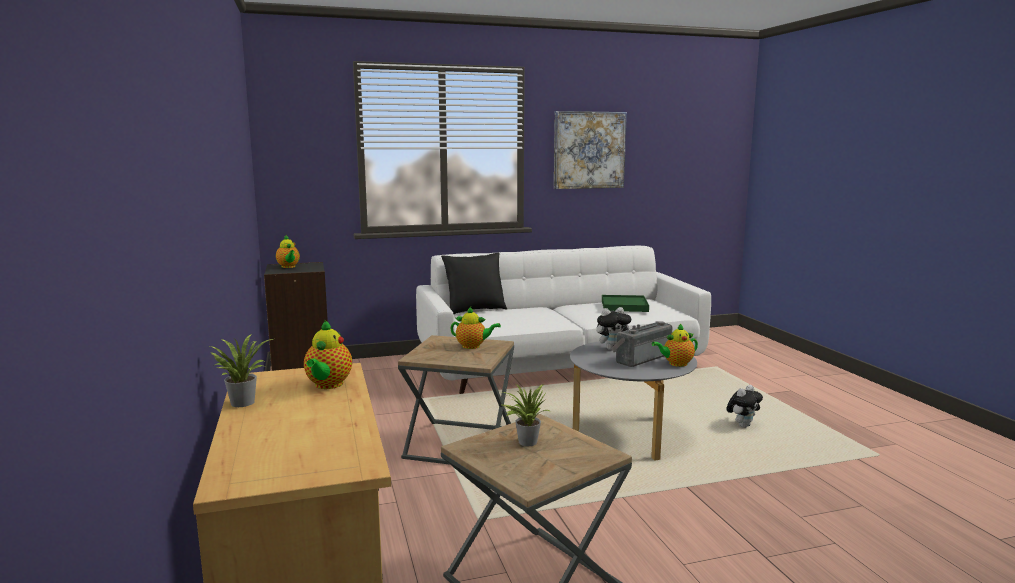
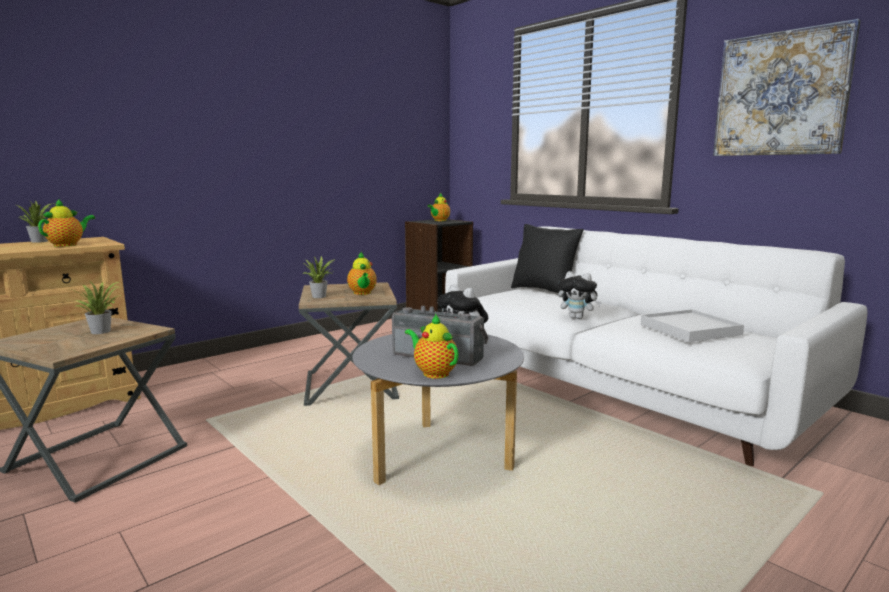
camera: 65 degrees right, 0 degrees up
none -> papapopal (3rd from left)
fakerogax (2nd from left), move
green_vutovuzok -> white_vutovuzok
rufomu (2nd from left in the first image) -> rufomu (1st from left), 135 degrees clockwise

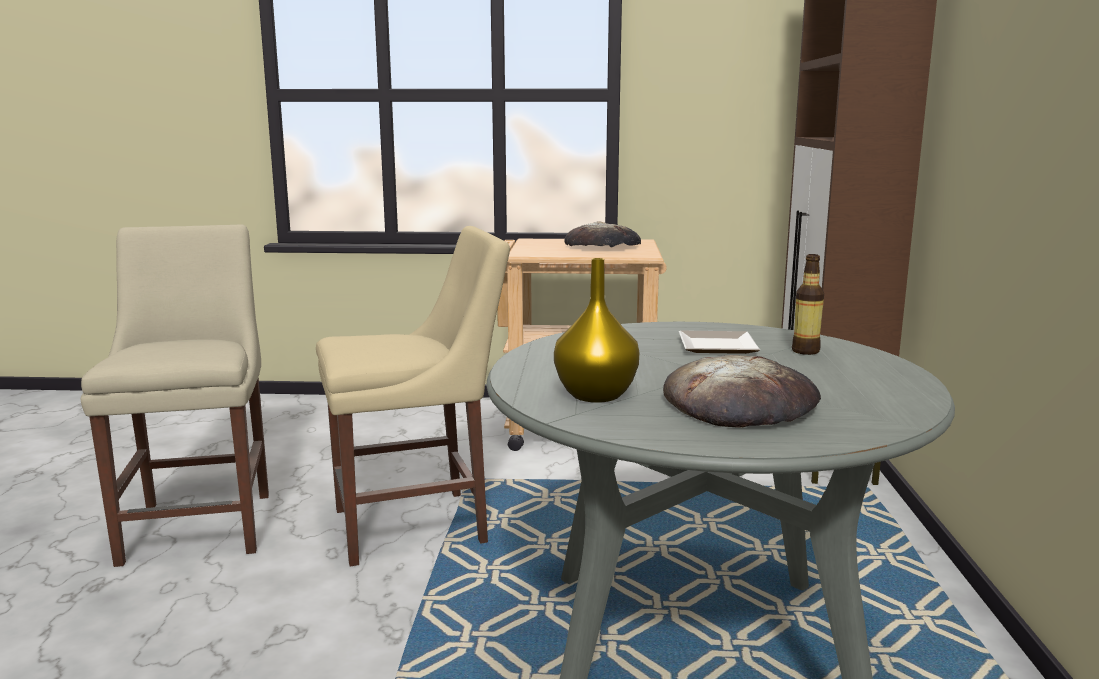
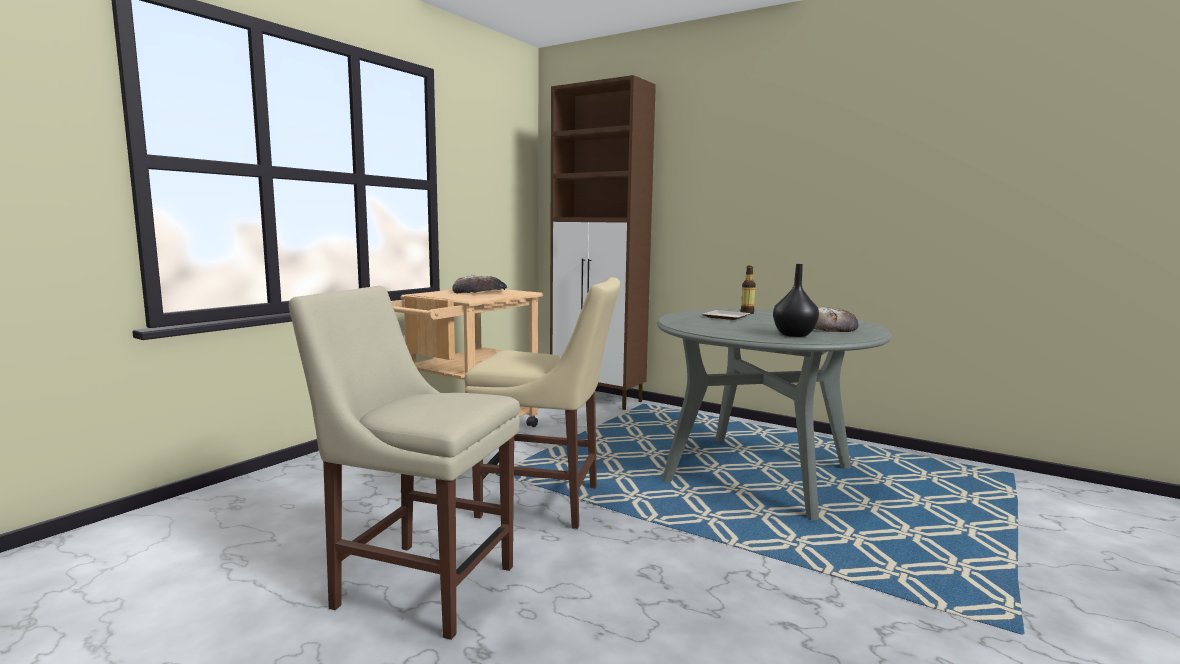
camera: 60 degrees left, 5 degrees down
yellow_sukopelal -> black_sukopelal
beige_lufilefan (2nd from left), 90 degrees clockwise

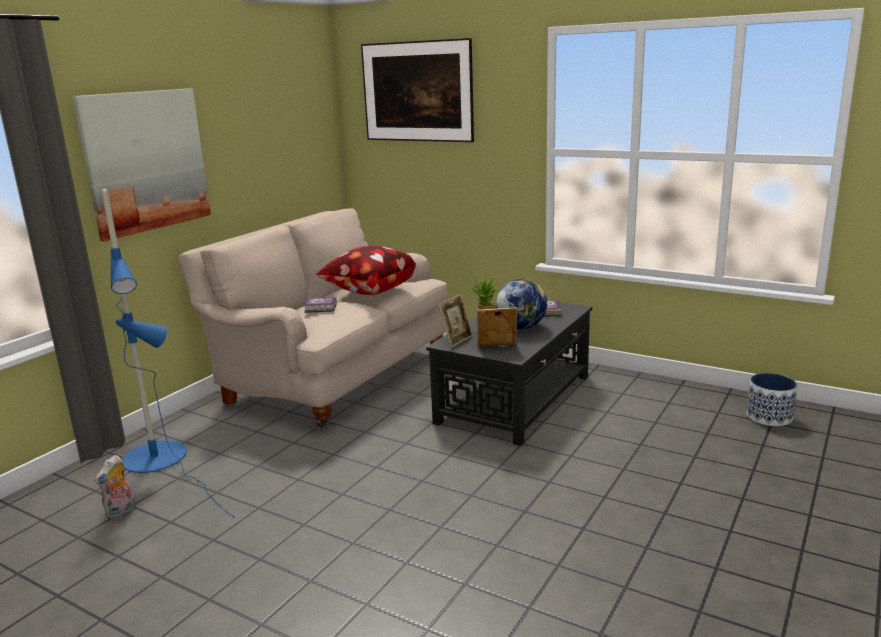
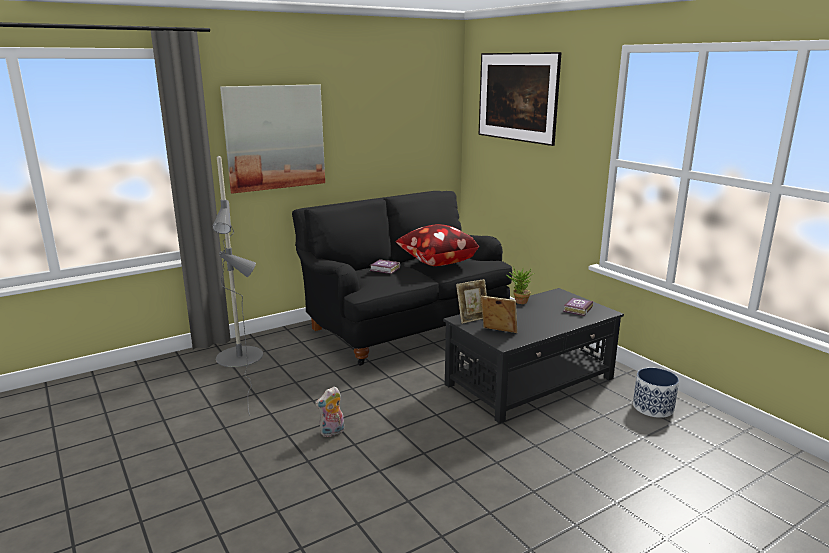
camera: 25 degrees right, 0 degrees up
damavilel -> none
fakerogax, move
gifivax, move
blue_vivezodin -> grey_vivezodin
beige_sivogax -> black_sivogax

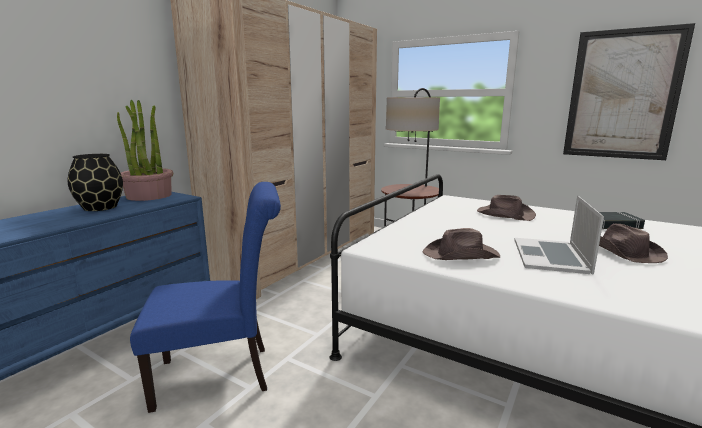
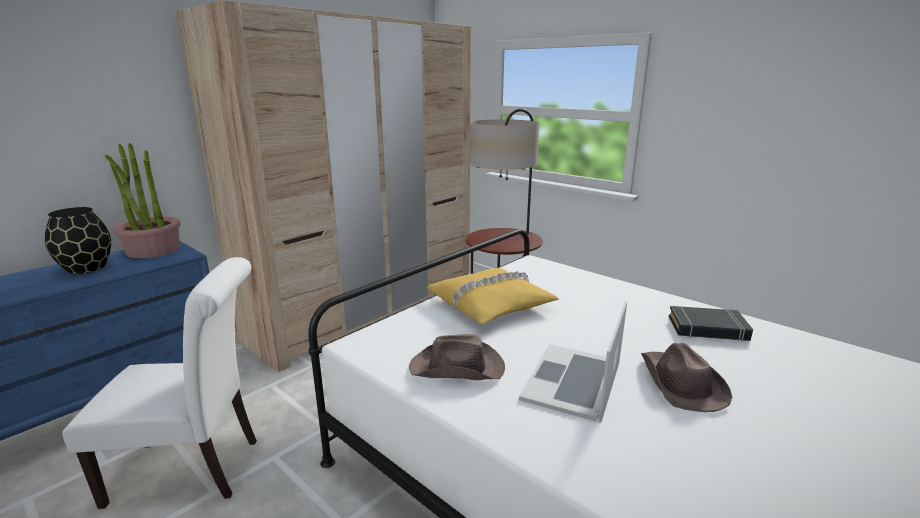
camera: 10 degrees right, 5 degrees up
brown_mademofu (2nd from left) -> none
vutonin -> none
none -> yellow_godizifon
blue_lufilefan -> white_lufilefan

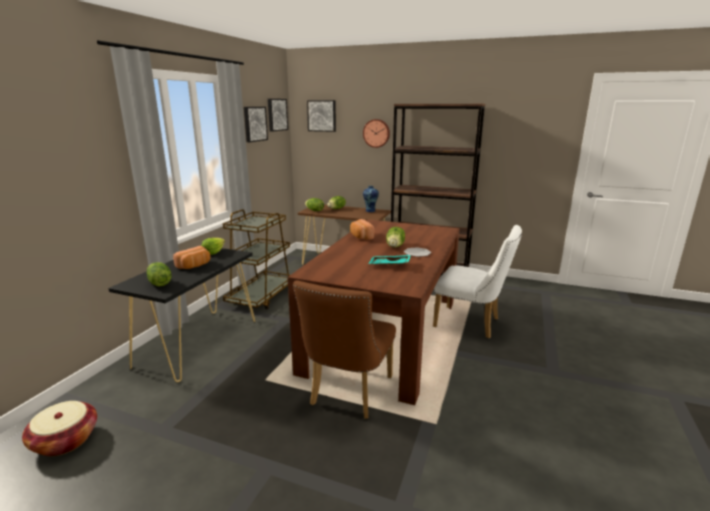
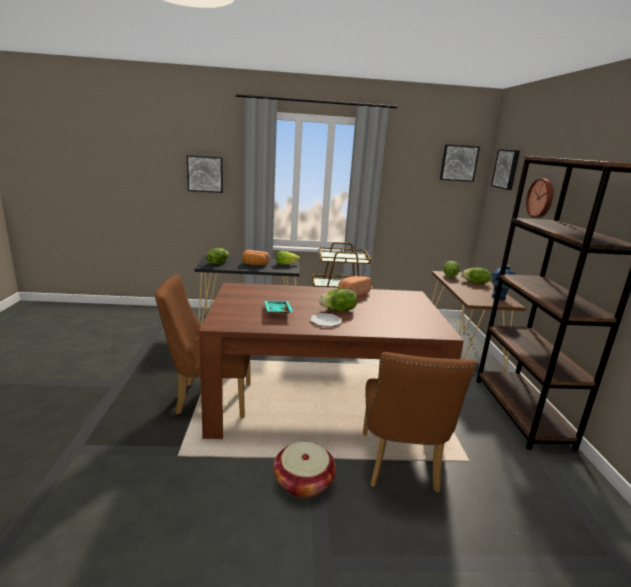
camera: 65 degrees right, 0 degrees up
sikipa, move
vutonin (1st from left), move
white_lufilefan -> brown_lufilefan (2nd from left)

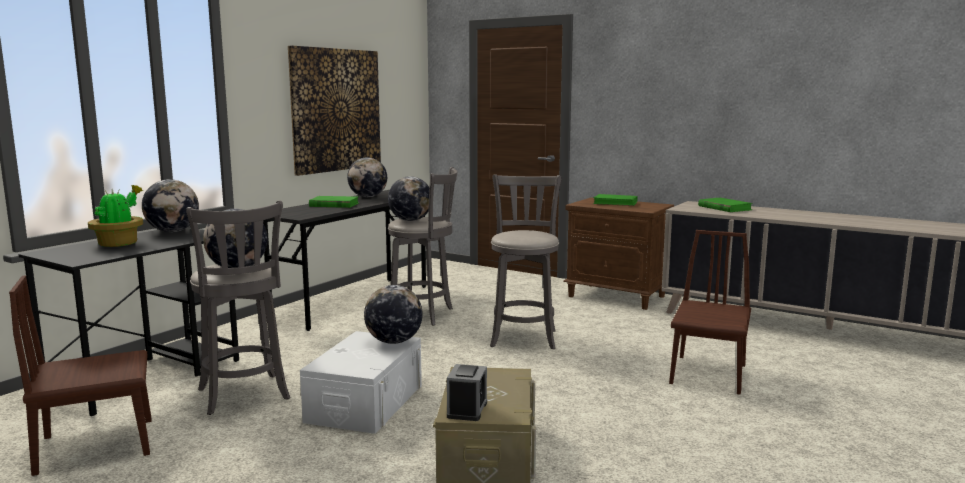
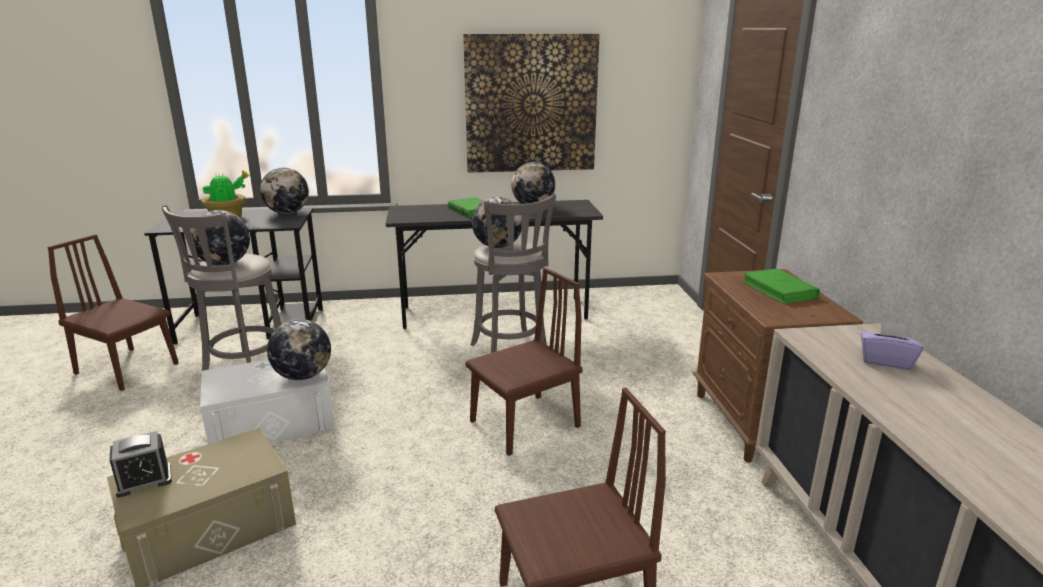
camera: 50 degrees right, 10 degrees up
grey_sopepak (3rd from left) -> brown_lufilefan (2nd from left)
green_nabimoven (3rd from left) -> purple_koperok

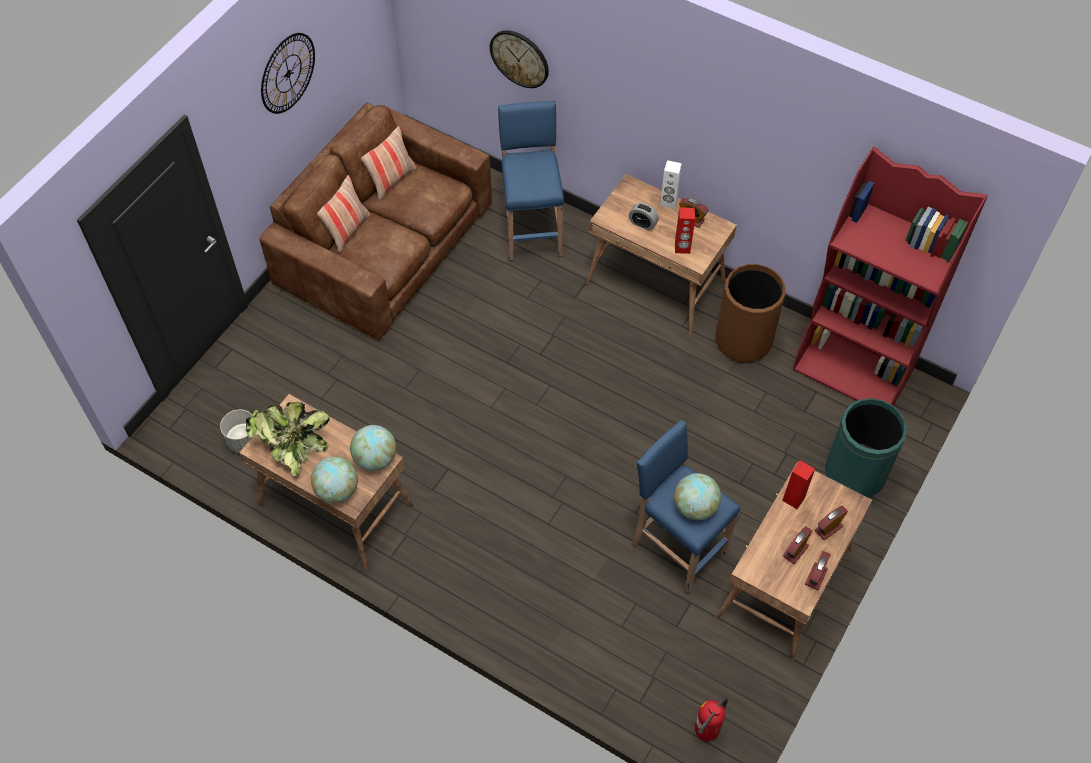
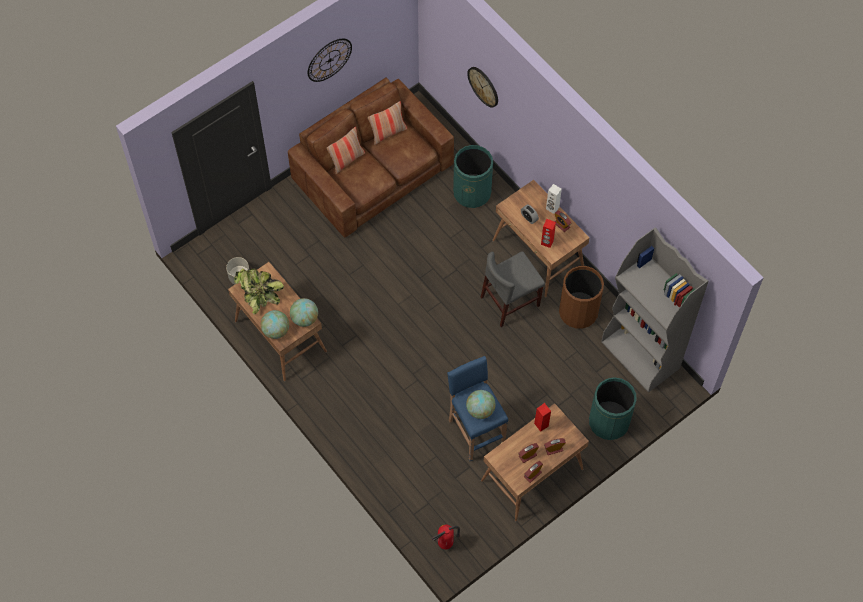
camera: 20 degrees right, 5 degrees up
none -> grey_lufilefan
blue_sopepak (1st from left) -> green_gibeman (1st from left)
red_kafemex -> grey_kafemex

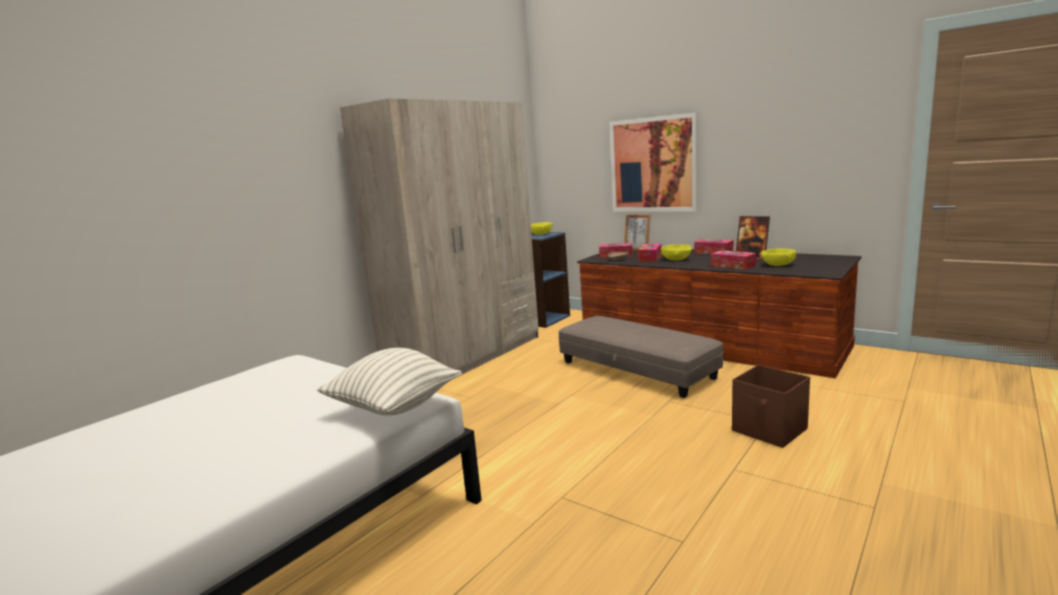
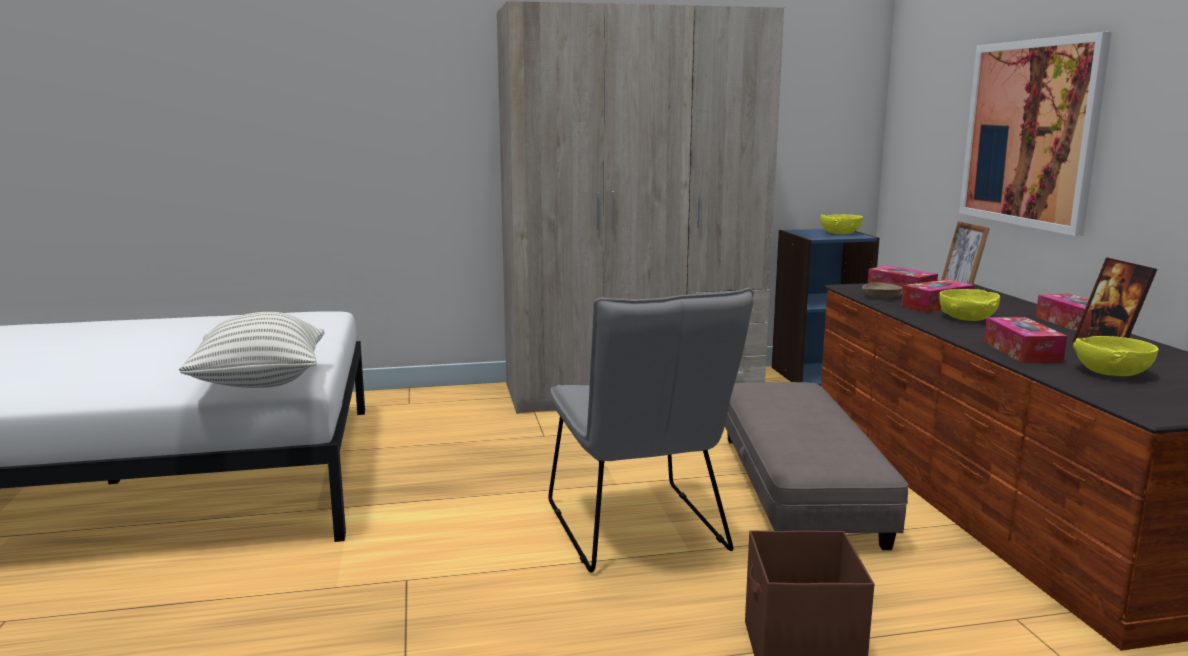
camera: 40 degrees right, 0 degrees up
none -> grey_lufilefan

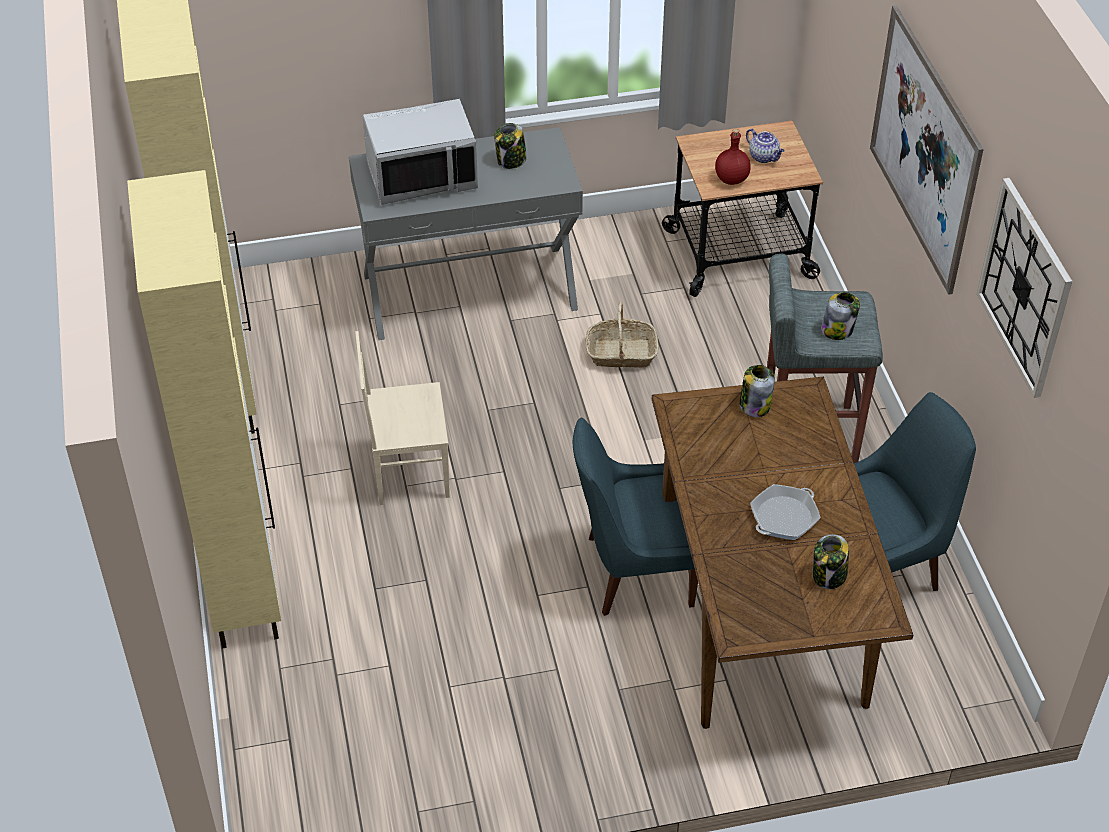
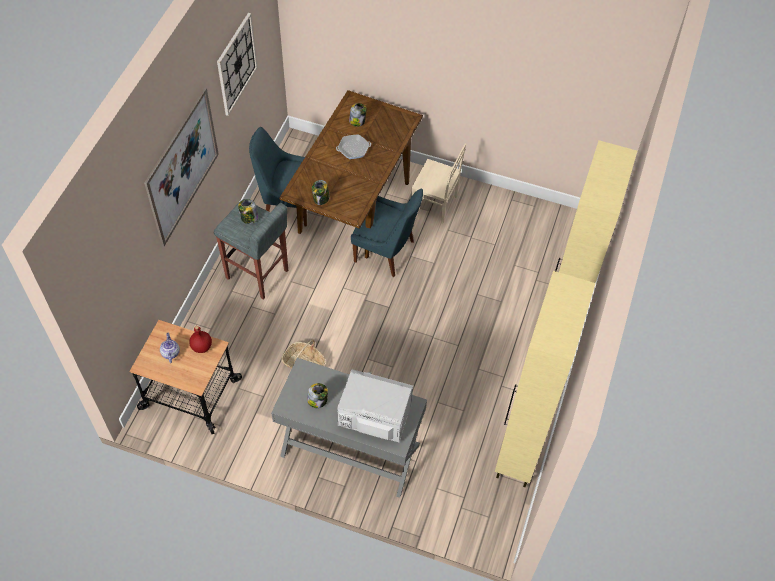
camera: 150 degrees left, 10 degrees up
beige_lufilefan, move

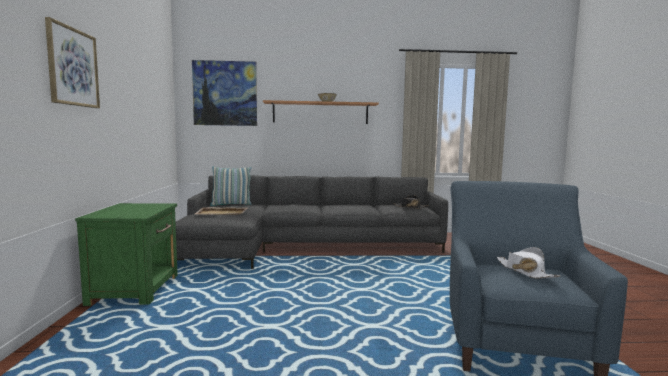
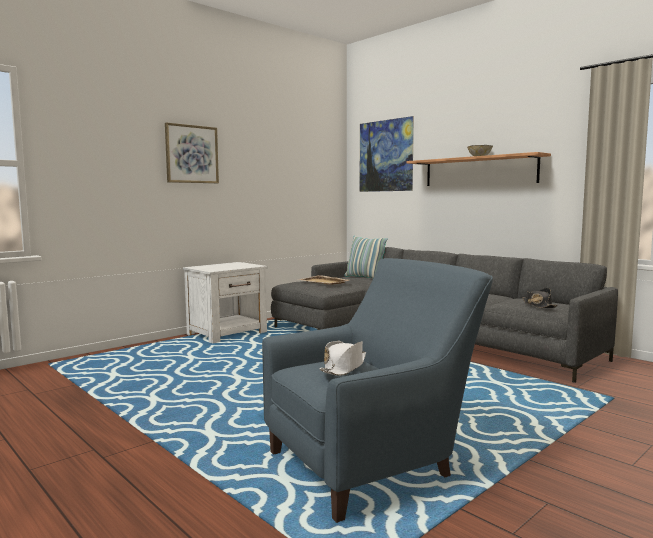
camera: 50 degrees right, 0 degrees up
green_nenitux -> white_nenitux

